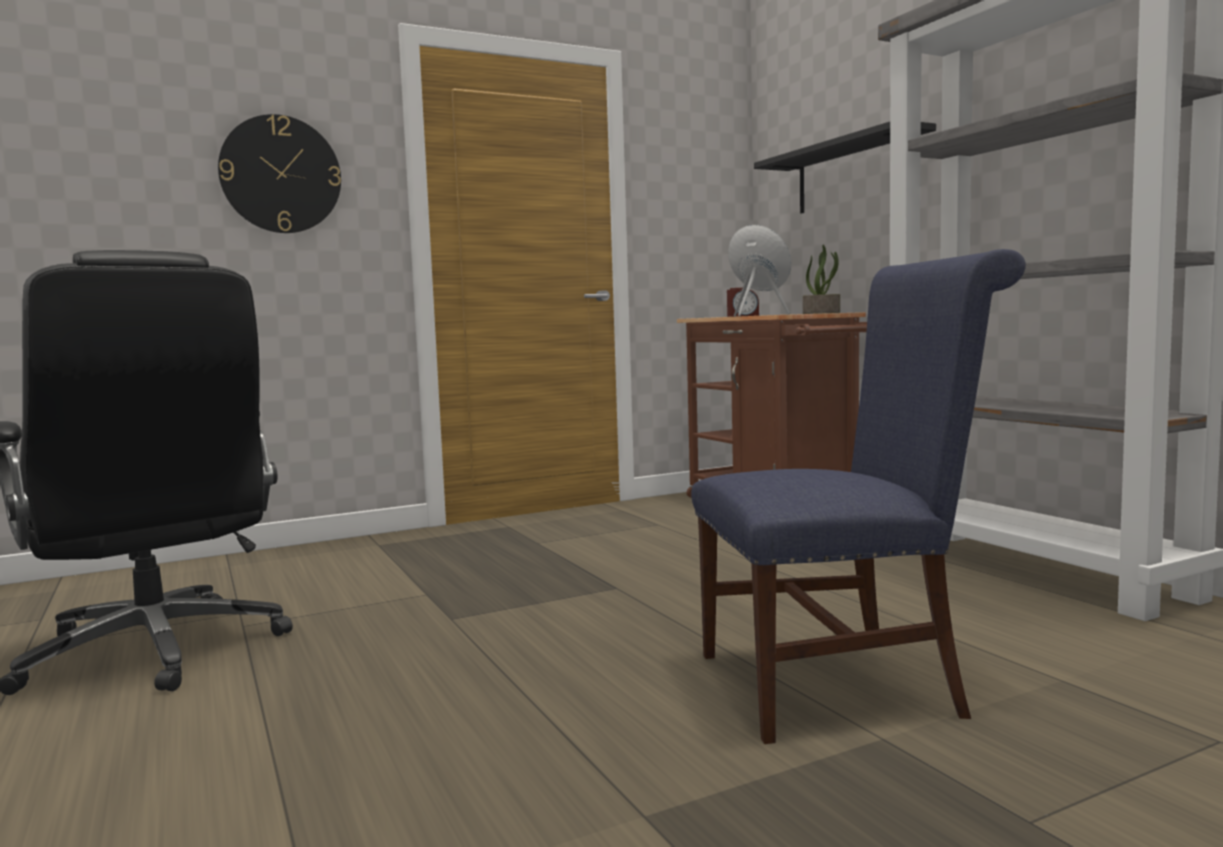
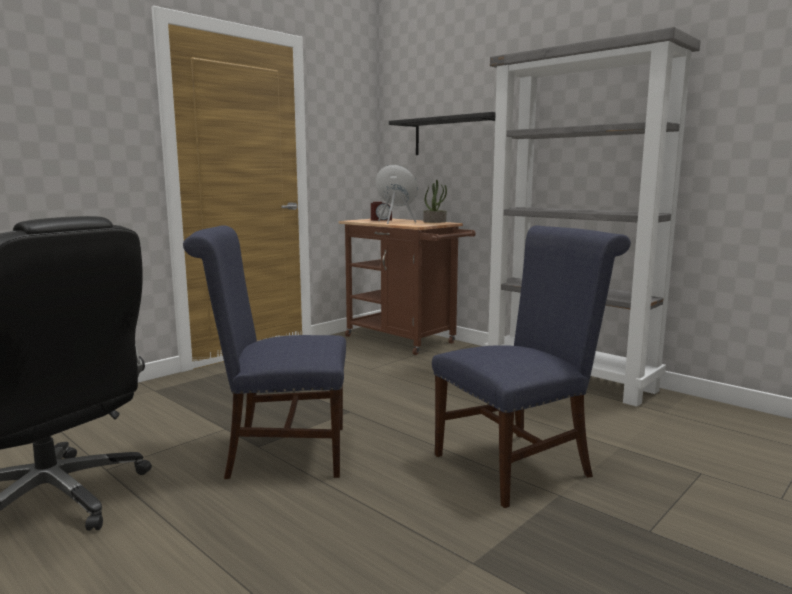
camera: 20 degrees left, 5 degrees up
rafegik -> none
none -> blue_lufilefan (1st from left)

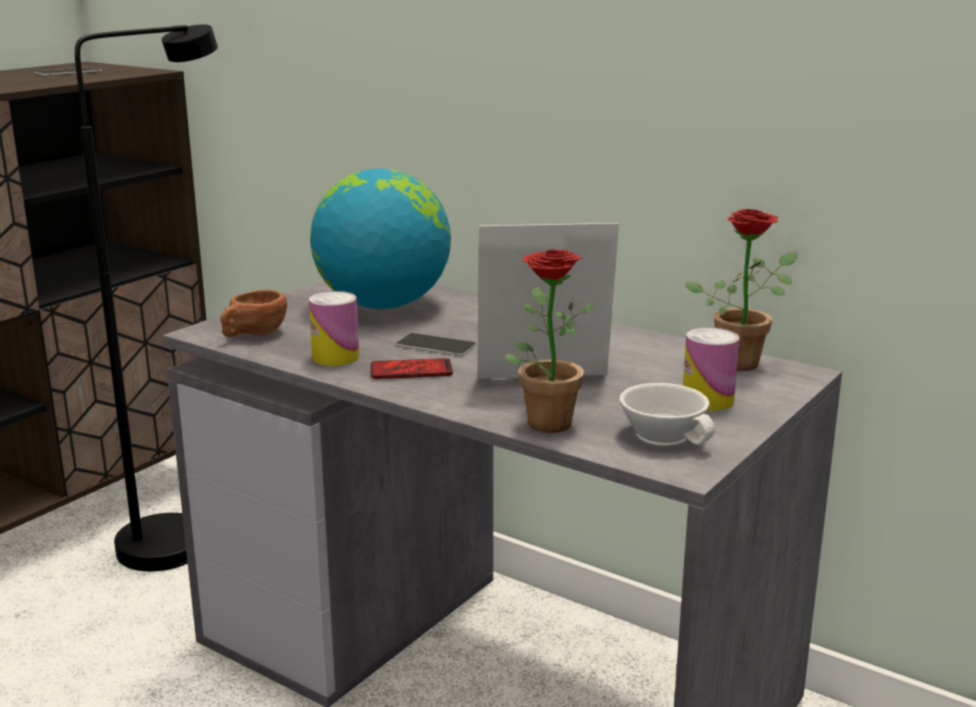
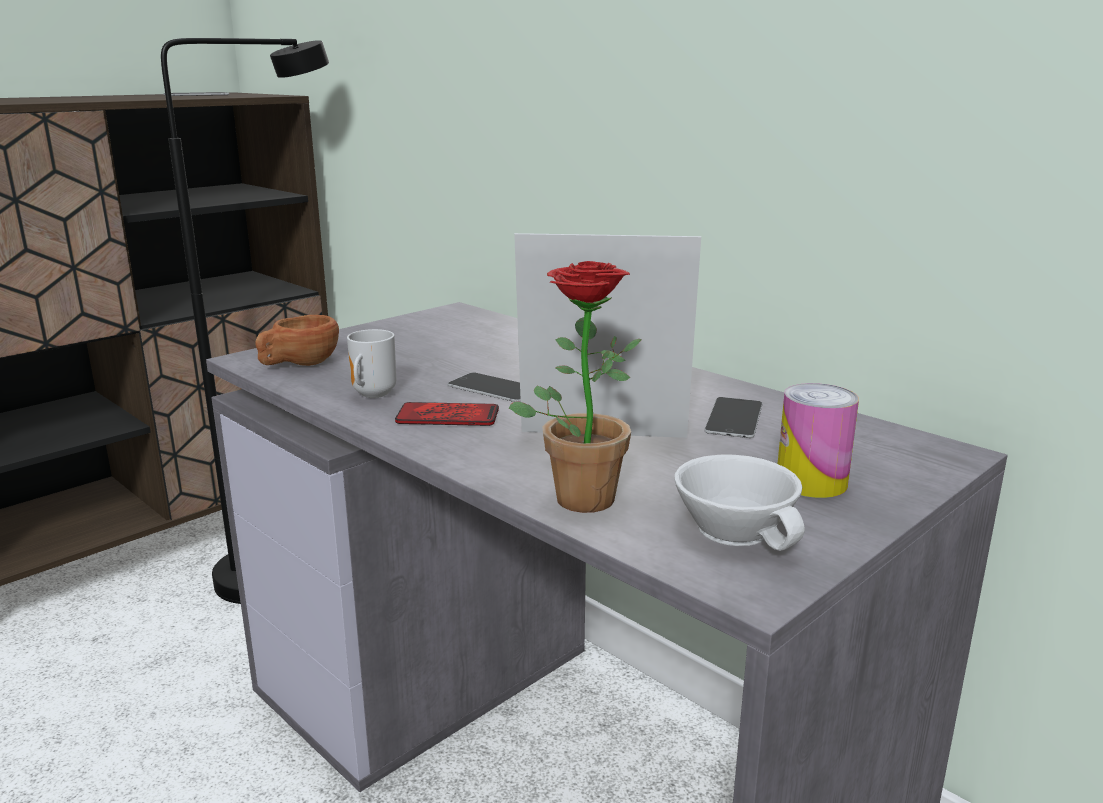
camera: 10 degrees right, 0 degrees up
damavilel -> none
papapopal (2nd from left) -> none
none -> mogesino (4th from left)
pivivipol (1st from left) -> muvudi

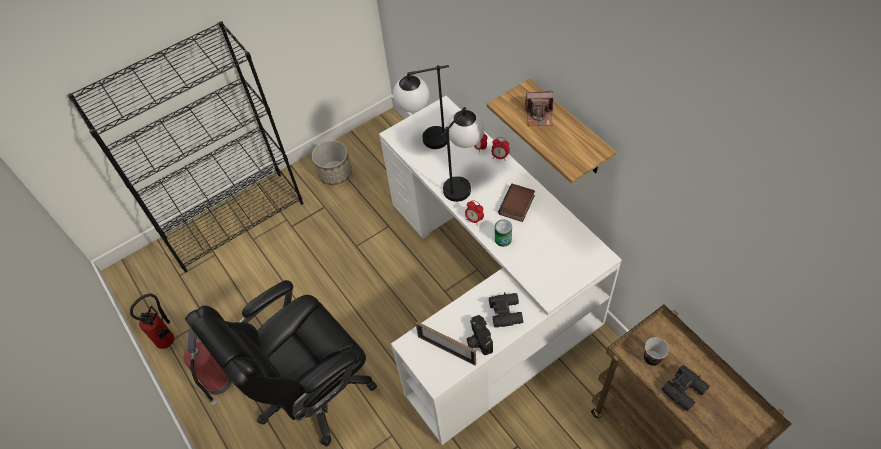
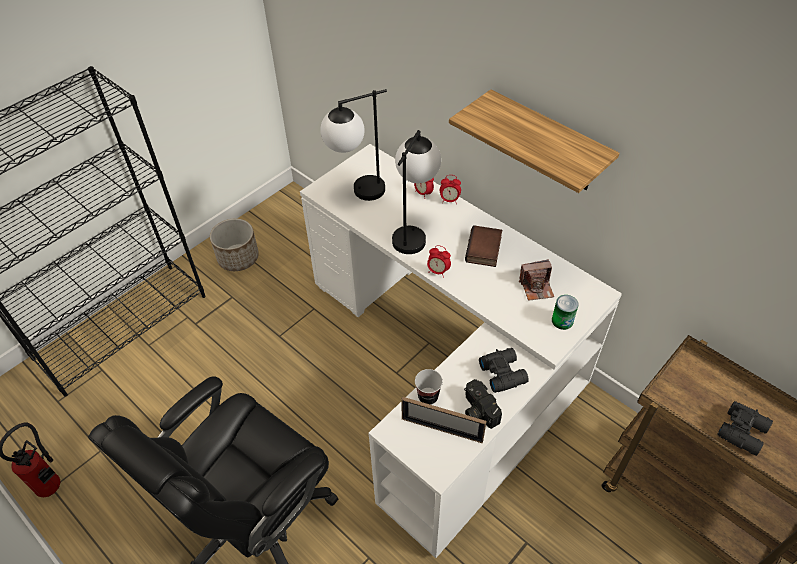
camera: 15 degrees left, 5 degrees down
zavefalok (2nd from left) -> none
pivivipol, move
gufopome (2nd from left), move
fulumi, move

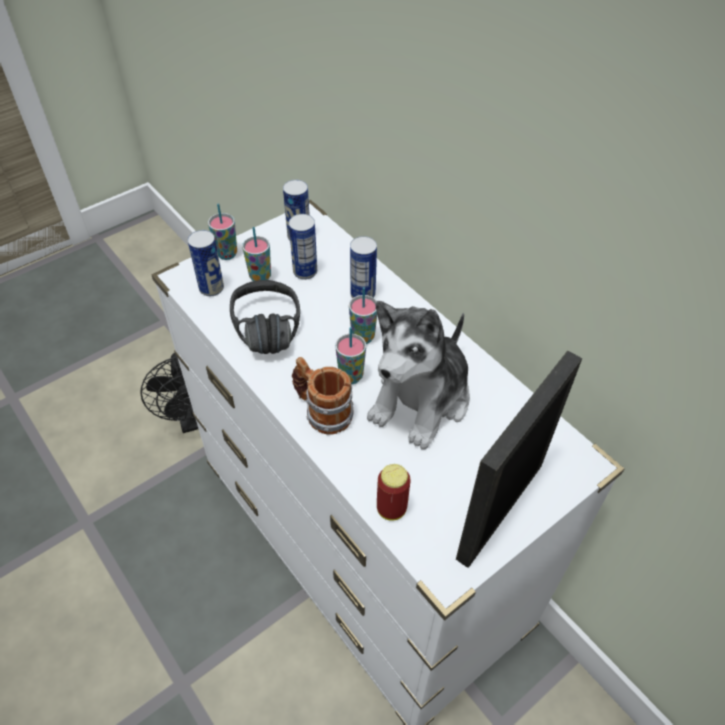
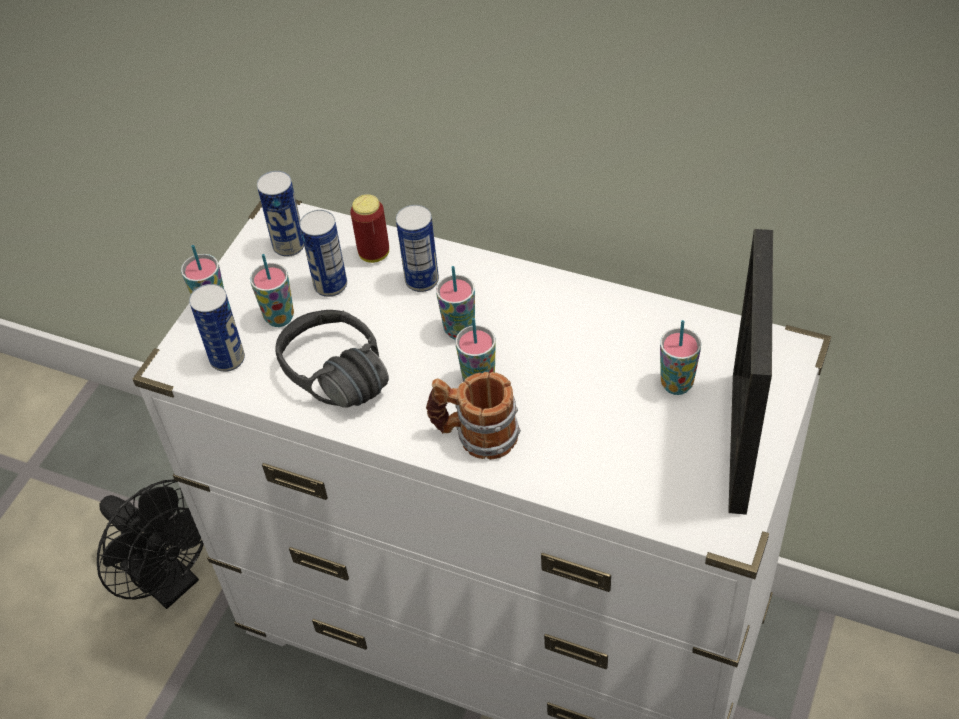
camera: 25 degrees left, 0 degrees up
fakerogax -> none
none -> fulumi (5th from left)
pivivipol (5th from left in the first image) -> pivivipol (4th from left), move

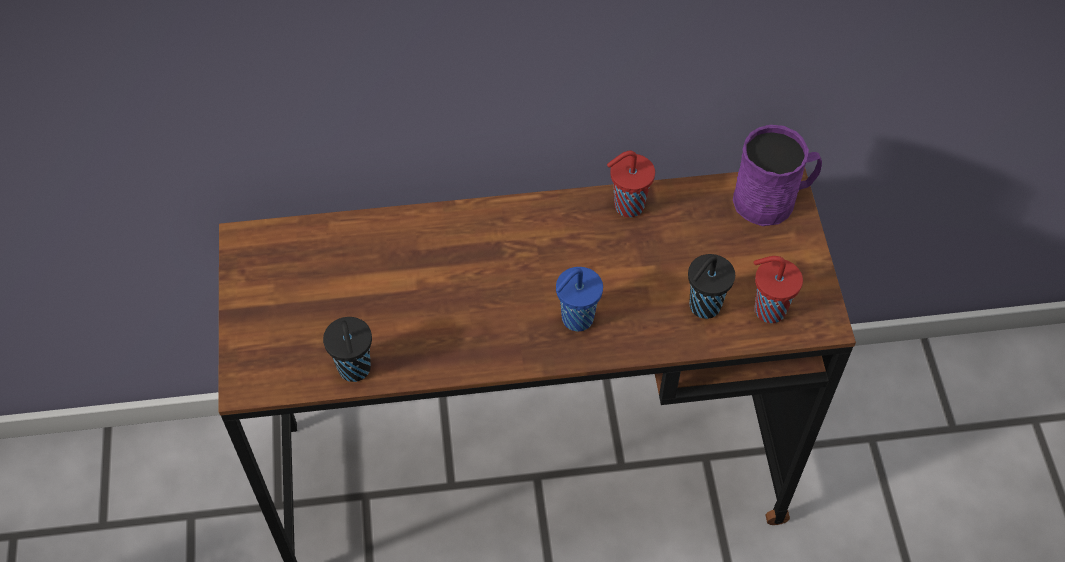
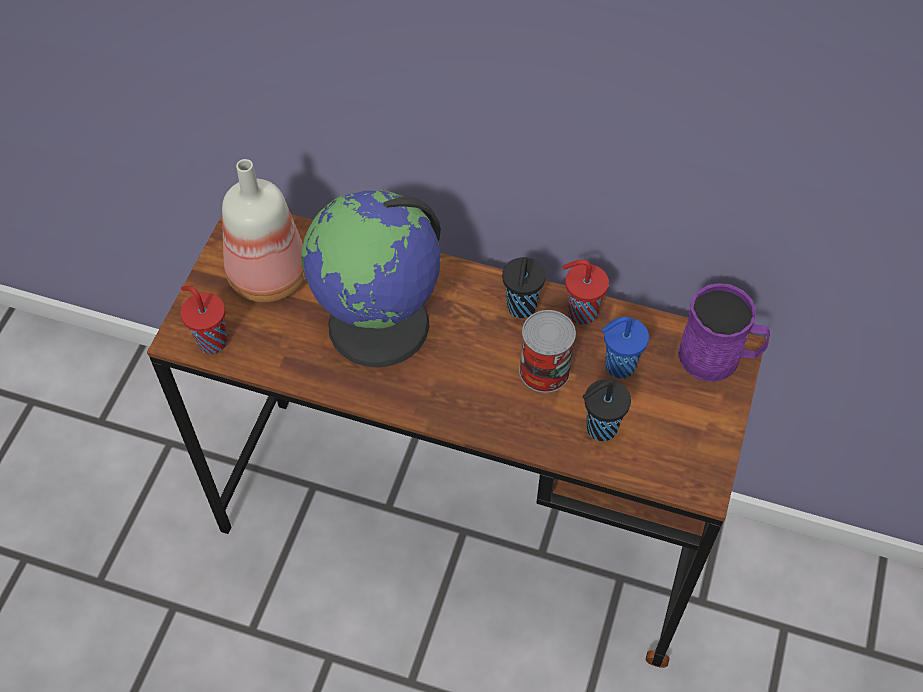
camera: 25 degrees right, 0 degrees up
none -> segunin
none -> damavilel
none -> pivivipol
black_fulumi (1st from left), move
blue_fulumi, move
red_fulumi (2nd from left in the first image) -> red_fulumi (1st from left), move

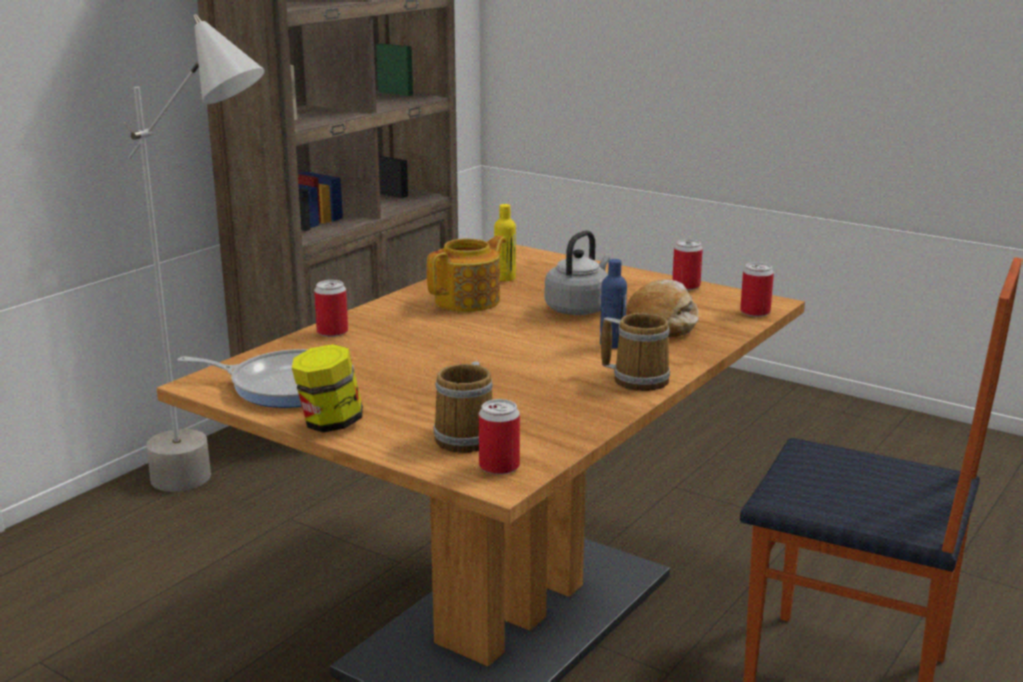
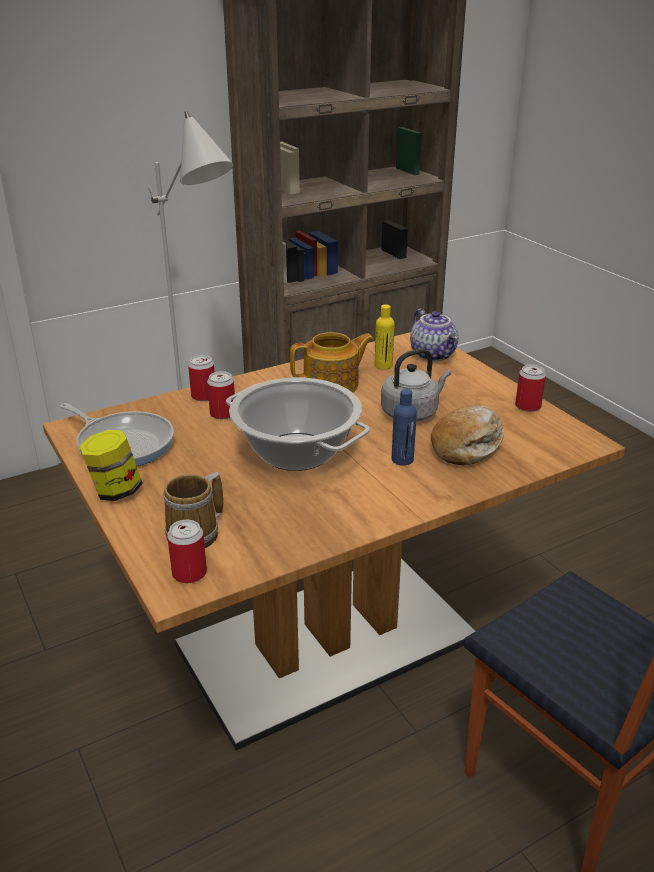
camera: 25 degrees right, 10 degrees up
muvudi (2nd from left) -> none
none -> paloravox
none -> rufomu (2nd from left)
pivivipol (4th from left in the first image) -> pivivipol (3rd from left), move

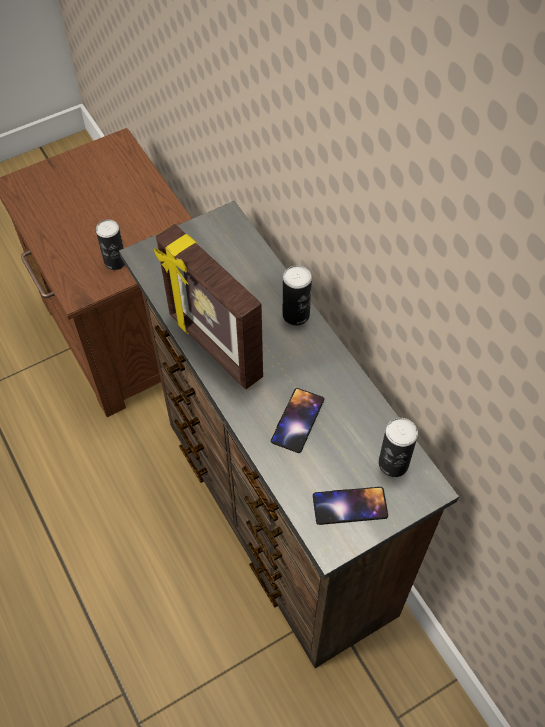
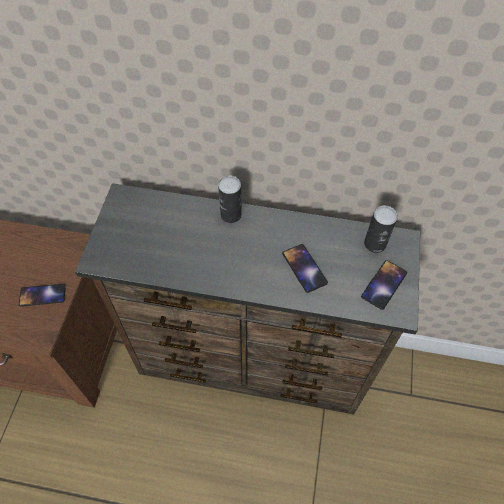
camera: 50 degrees left, 0 degrees up
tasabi -> none
pivivipol (1st from left) -> mogesino (1st from left)

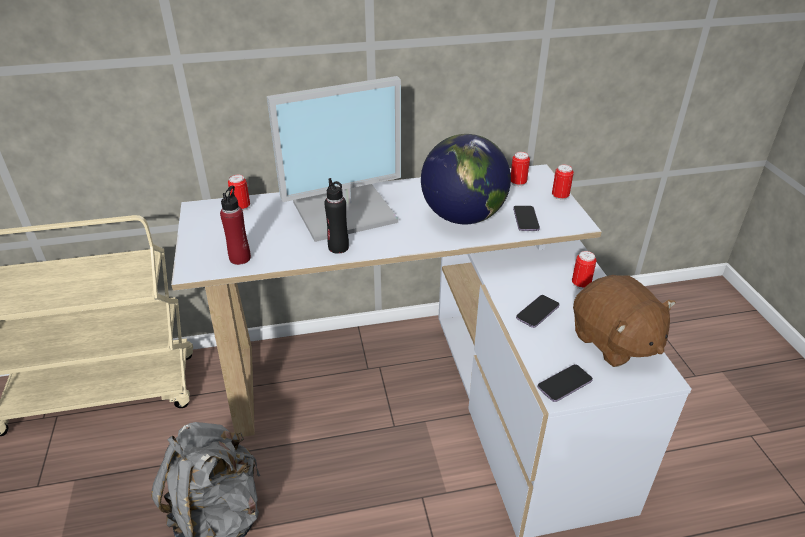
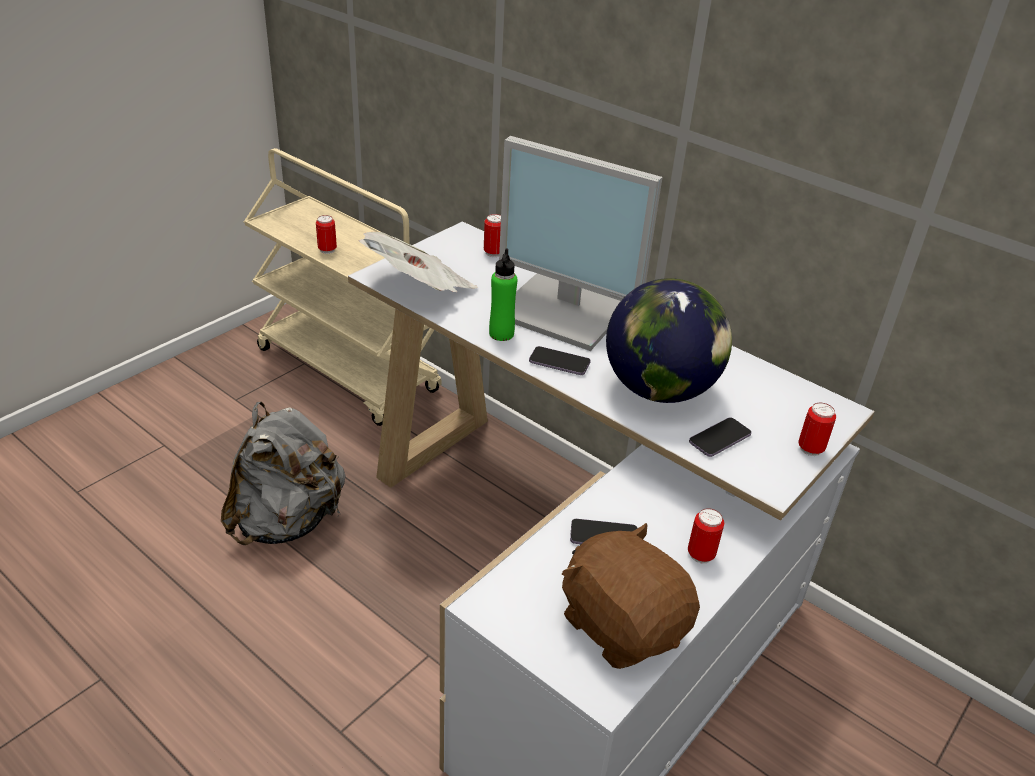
camera: 50 degrees right, 0 degrees up
pivivipol (2nd from left in the first image) -> pivivipol (1st from left), move
mogesino (3rd from left in the first image) -> mogesino (1st from left), move
red_segunin -> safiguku
black_segunin -> green_segunin
brown_fakerogax, 120 degrees clockwise

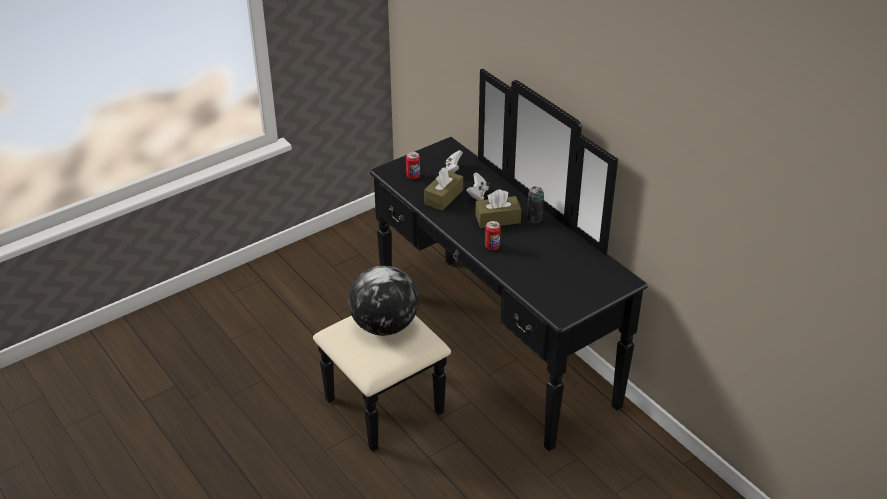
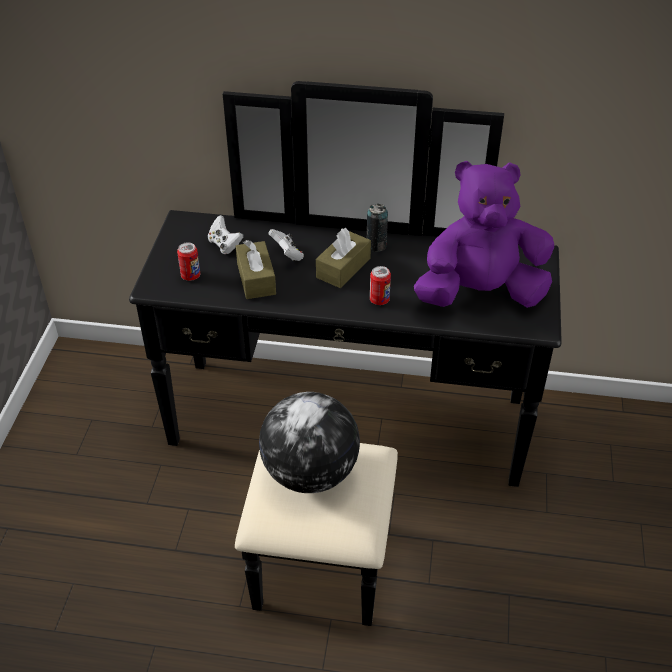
camera: 45 degrees left, 5 degrees up
none -> purple_fakerogax

